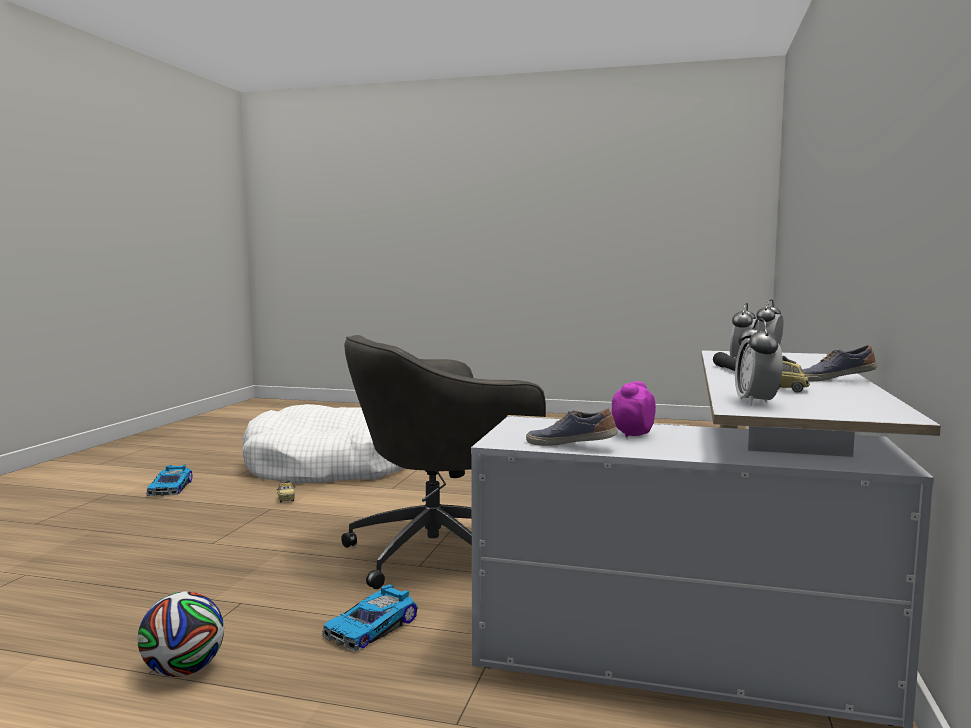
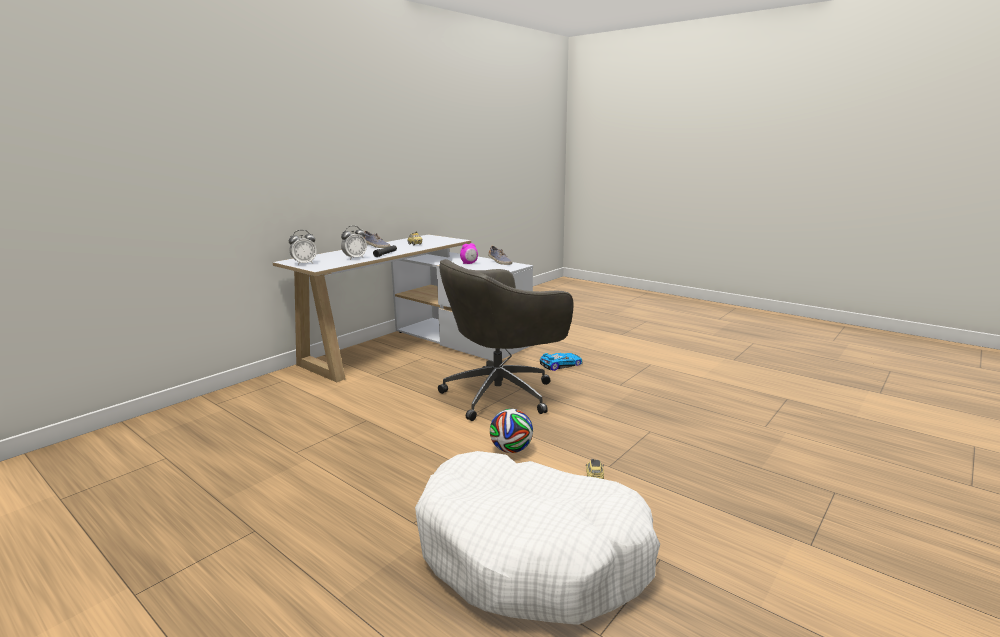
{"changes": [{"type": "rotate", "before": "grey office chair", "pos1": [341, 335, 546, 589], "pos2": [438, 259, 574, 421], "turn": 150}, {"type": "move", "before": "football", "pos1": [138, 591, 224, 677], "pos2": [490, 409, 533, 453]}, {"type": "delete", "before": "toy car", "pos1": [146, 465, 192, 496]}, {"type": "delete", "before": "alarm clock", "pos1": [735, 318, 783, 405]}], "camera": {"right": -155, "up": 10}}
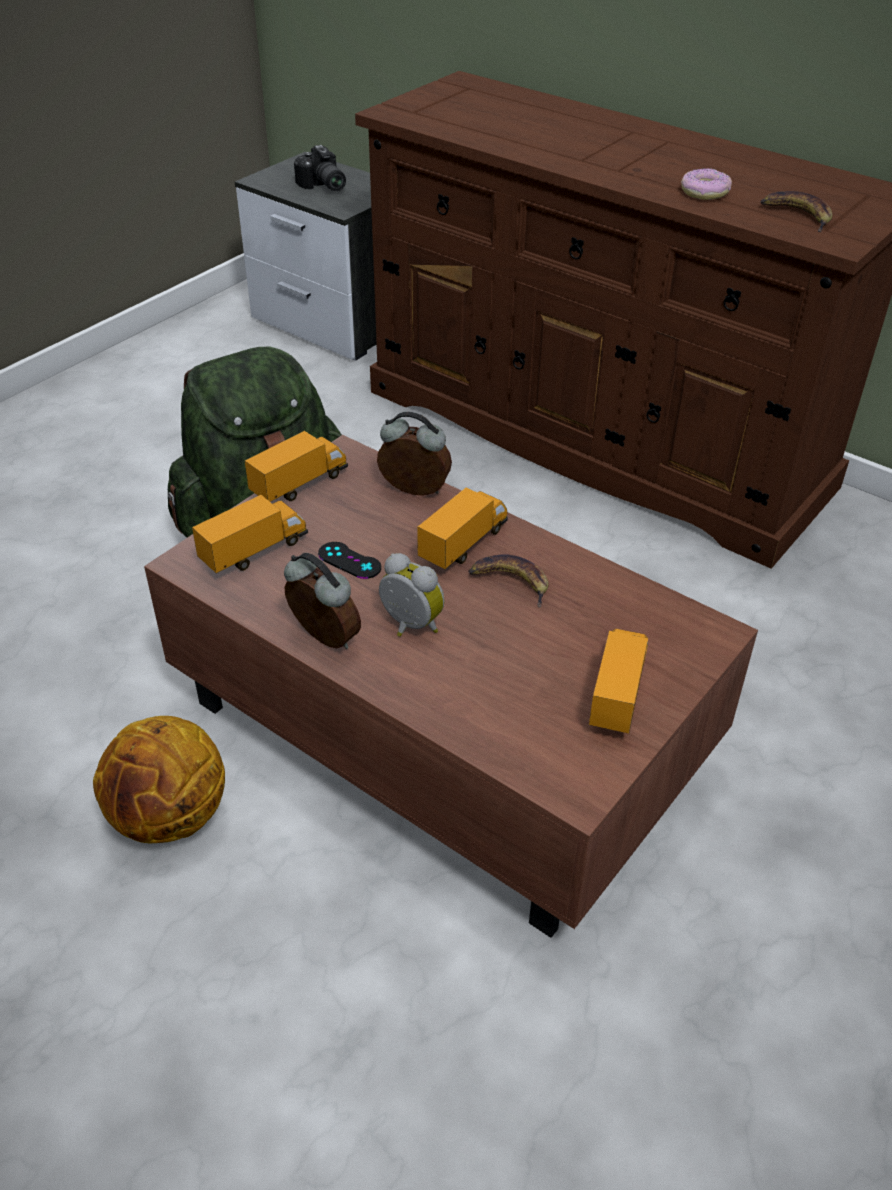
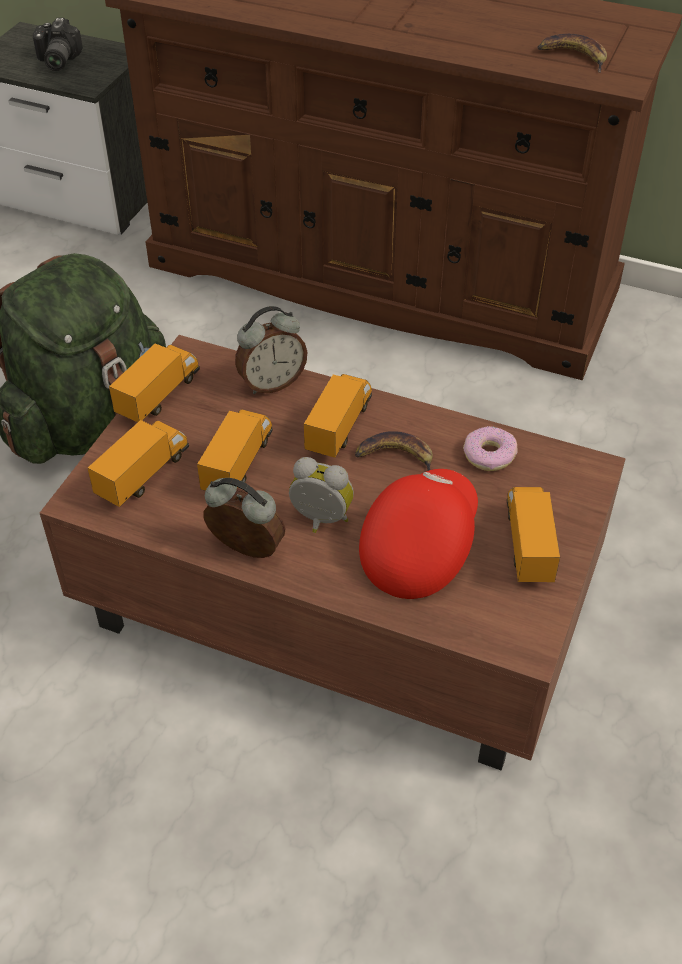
{"changes": [{"type": "rotate", "before": "photo camera", "pos1": [294, 145, 346, 191], "pos2": [33, 18, 83, 71], "turn": 45}, {"type": "replace", "before": "black game controller", "after": "toy truck", "pos1": [318, 542, 381, 579], "pos2": [197, 409, 272, 491]}, {"type": "rotate", "before": "alarm clock", "pos1": [377, 412, 452, 495], "pos2": [235, 306, 307, 394], "turn": 150}, {"type": "insert", "after": "red cap", "pos2": [359, 469, 478, 599]}, {"type": "move", "before": "donut", "pos1": [681, 168, 732, 200], "pos2": [463, 426, 517, 471]}, {"type": "delete", "before": "basketball", "pos1": [93, 716, 225, 843]}], "camera": {"right": -15, "up": 5}}
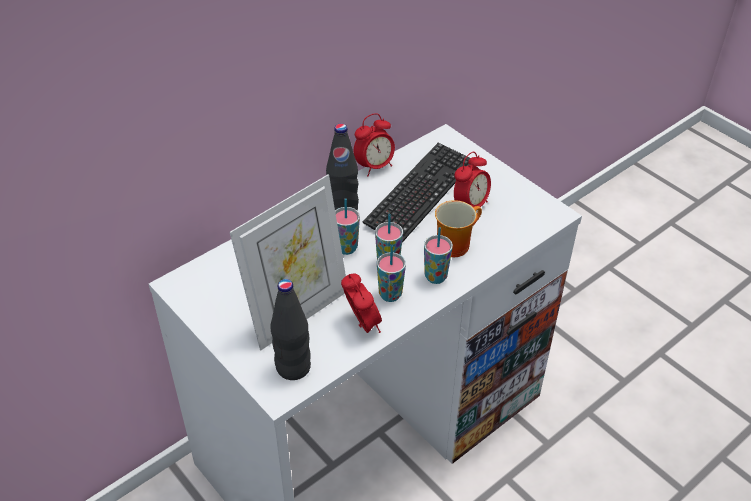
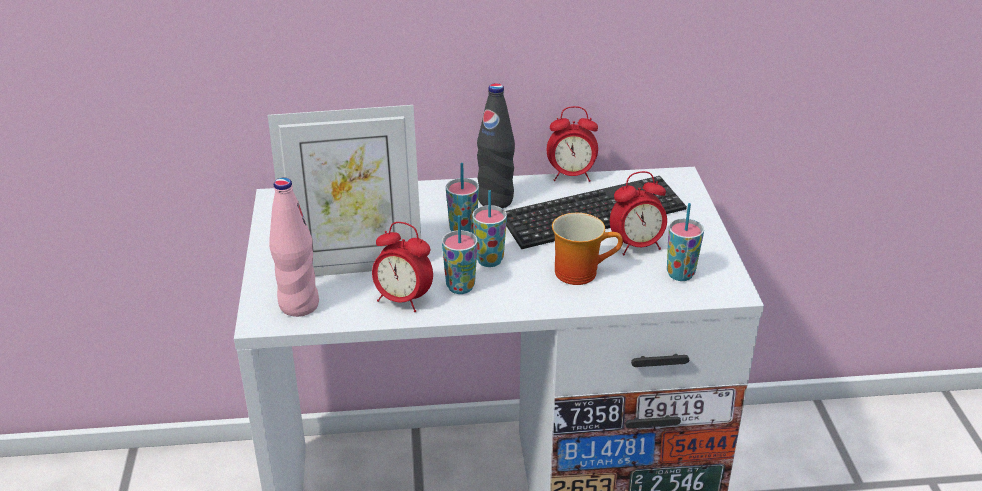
{"changes": [{"type": "recolor", "before": "black bottle", "after": "pink bottle", "pos1": [271, 279, 311, 380], "pos2": [269, 178, 319, 317]}, {"type": "rotate", "before": "alarm clock", "pos1": [341, 274, 382, 333], "pos2": [372, 222, 433, 312], "turn": 105}, {"type": "move", "before": "cup", "pos1": [424, 227, 453, 284], "pos2": [667, 203, 704, 281]}], "camera": {"right": 35, "up": -10}}
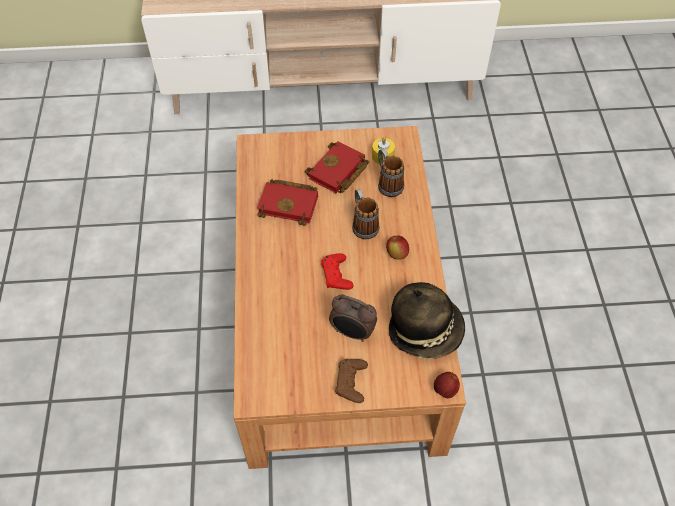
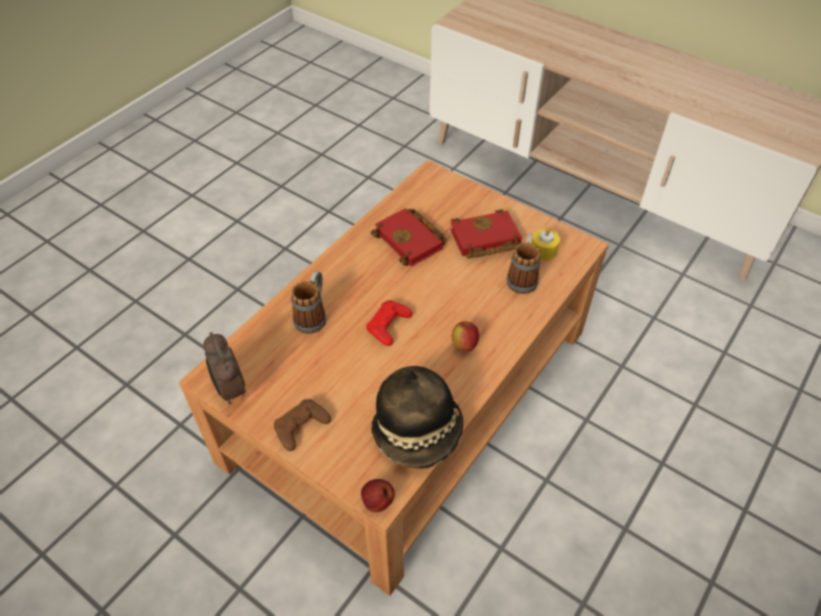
{"changes": [{"type": "move", "before": "alarm clock", "pos1": [329, 295, 377, 342], "pos2": [203, 332, 246, 404]}, {"type": "move", "before": "mug", "pos1": [352, 189, 379, 239], "pos2": [291, 271, 327, 334]}], "camera": {"right": 40, "up": -5}}
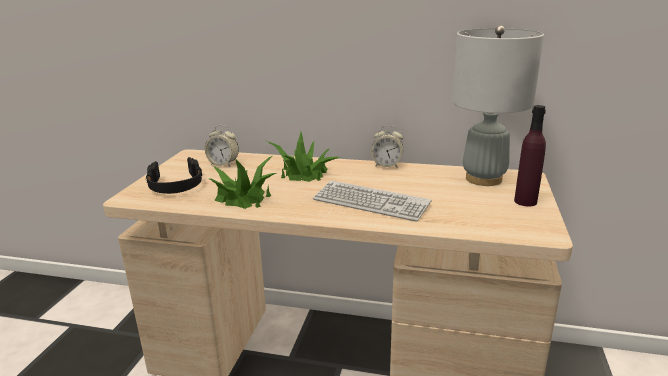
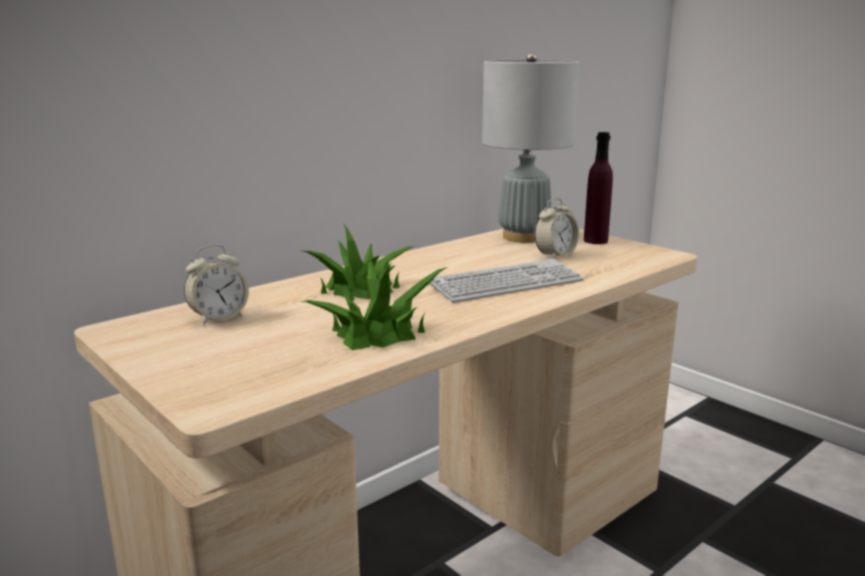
{"changes": [{"type": "move", "before": "alarm clock", "pos1": [371, 125, 403, 168], "pos2": [535, 198, 579, 259]}, {"type": "delete", "before": "black headphones", "pos1": [146, 157, 202, 194]}], "camera": {"right": -55, "up": -5}}
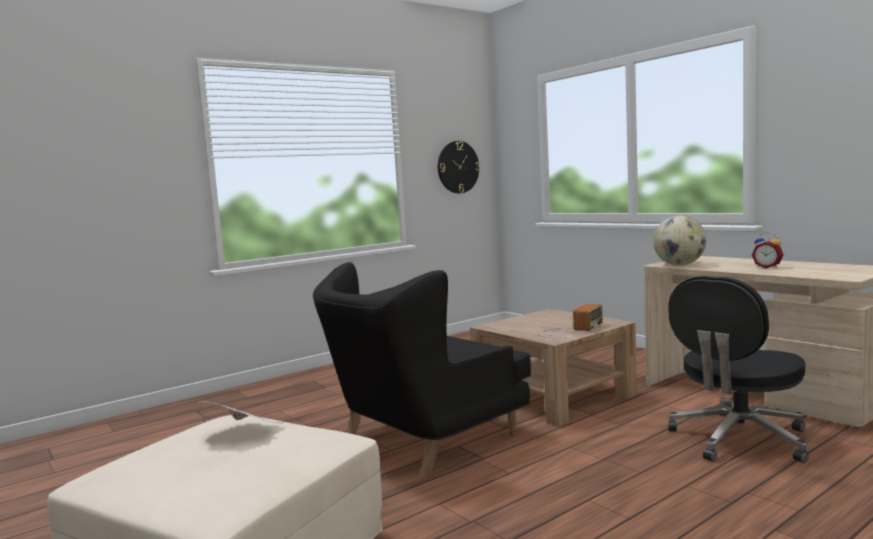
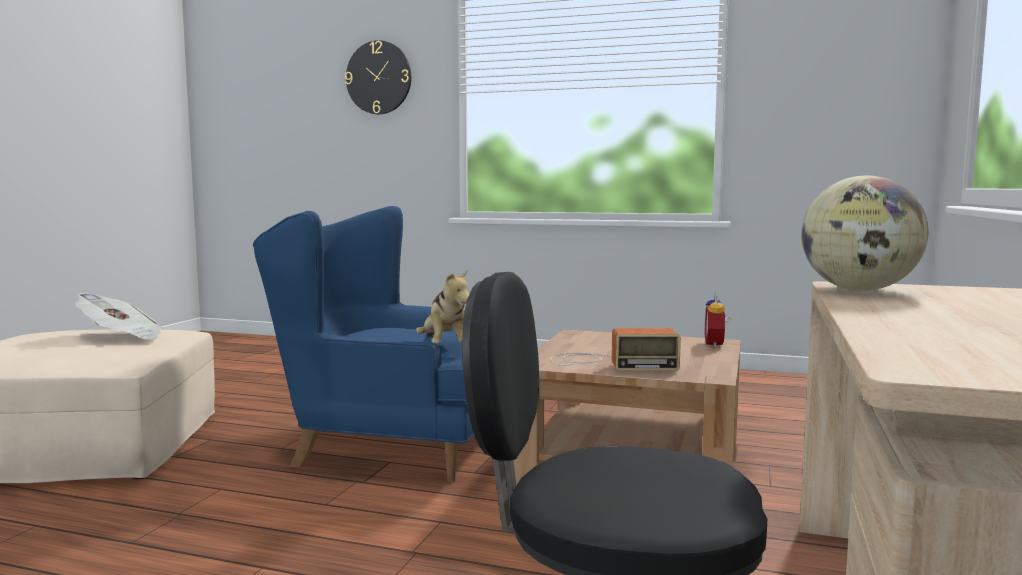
{"changes": [{"type": "recolor", "before": "black armchair", "after": "blue armchair", "pos1": [313, 262, 531, 477], "pos2": [253, 206, 474, 482]}, {"type": "move", "before": "wall clock", "pos1": [438, 141, 480, 193], "pos2": [345, 40, 411, 114]}, {"type": "insert", "after": "plush toy", "pos2": [416, 269, 469, 344]}, {"type": "move", "before": "alarm clock", "pos1": [752, 232, 784, 269], "pos2": [705, 292, 731, 348]}], "camera": {"right": 55, "up": 0}}
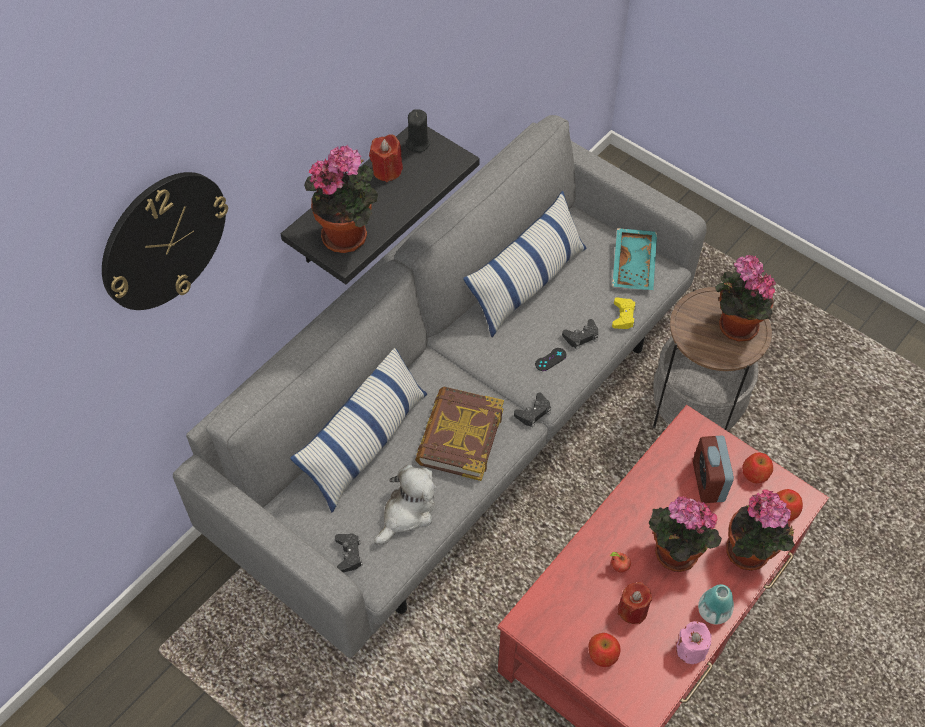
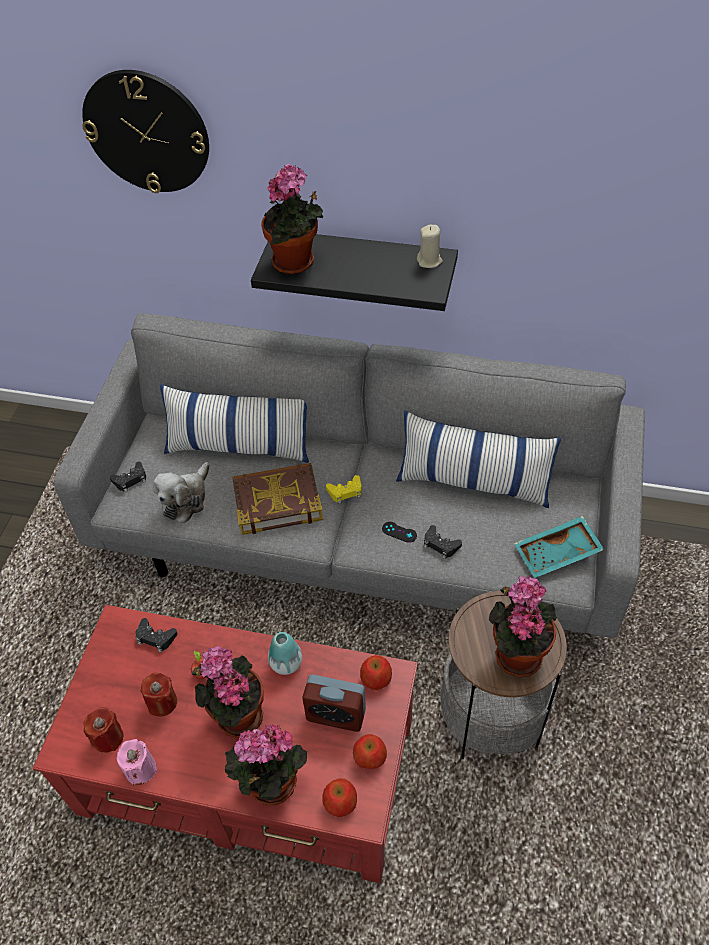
{"changes": [{"type": "move", "before": "red candle", "pos1": [369, 134, 403, 182], "pos2": [84, 707, 123, 753]}, {"type": "move", "before": "black game controller", "pos1": [514, 392, 551, 428], "pos2": [136, 618, 178, 653]}, {"type": "rotate", "before": "plush toy", "pos1": [374, 464, 437, 545], "pos2": [153, 462, 210, 523], "turn": 105}, {"type": "move", "before": "vase", "pos1": [698, 584, 734, 625], "pos2": [268, 632, 302, 675]}, {"type": "rotate", "before": "alarm clock", "pos1": [693, 435, 734, 503], "pos2": [302, 675, 366, 732], "turn": -135}, {"type": "move", "before": "yellow game controller", "pos1": [612, 297, 636, 329], "pos2": [326, 475, 362, 504]}, {"type": "move", "before": "apple", "pos1": [588, 633, 621, 667], "pos2": [360, 655, 392, 690]}, {"type": "recolor", "before": "black candle", "after": "beige candle", "pos1": [406, 109, 430, 153], "pos2": [417, 225, 443, 268]}], "camera": {"right": 65, "up": -5}}
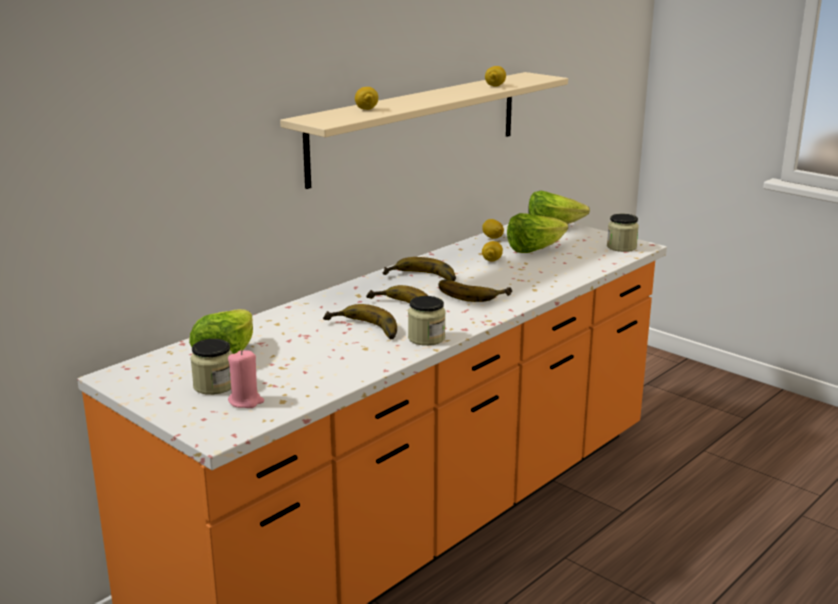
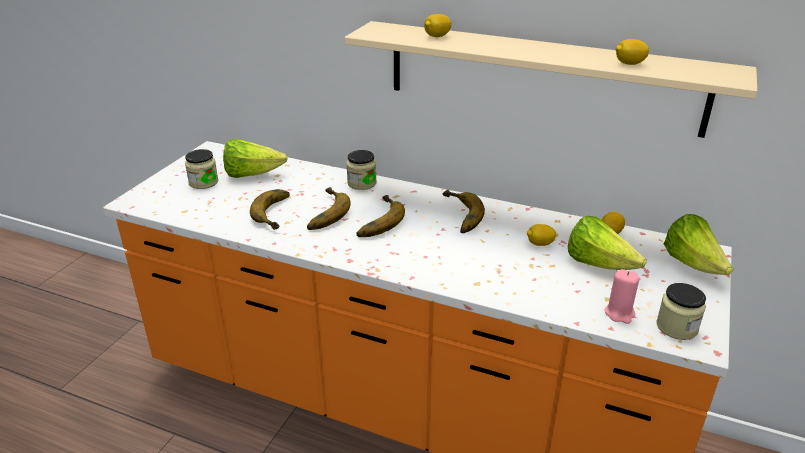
{"changes": [{"type": "move", "before": "banana", "pos1": [438, 280, 512, 302], "pos2": [250, 189, 290, 230]}, {"type": "move", "before": "jar", "pos1": [408, 296, 446, 346], "pos2": [346, 150, 377, 190]}, {"type": "move", "before": "pink candle", "pos1": [228, 350, 264, 408], "pos2": [604, 269, 640, 324]}], "camera": {"right": 70, "up": 10}}
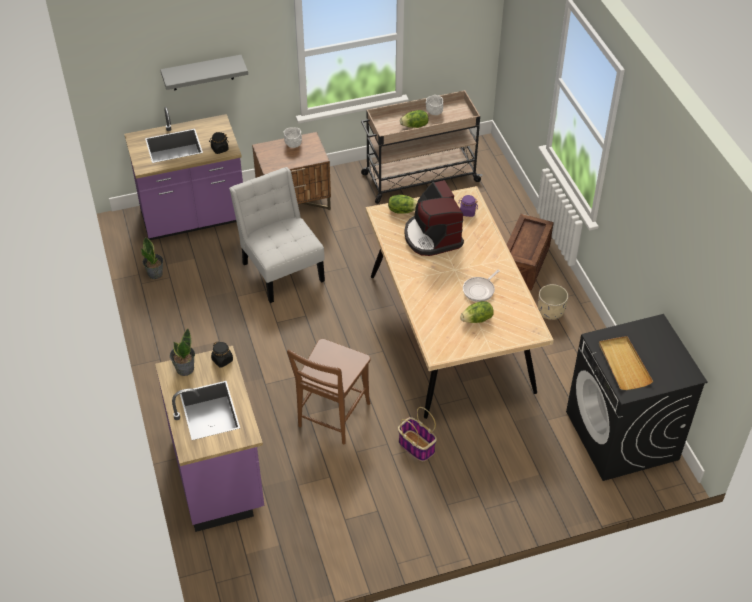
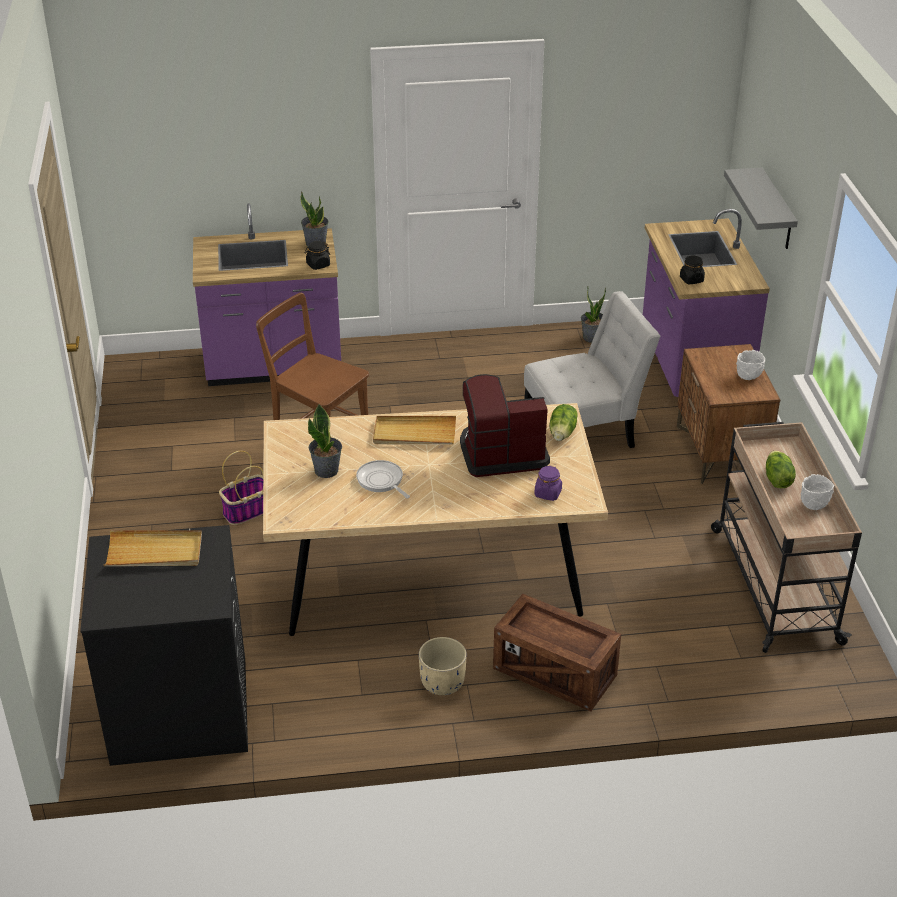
{"changes": [{"type": "replace", "before": "lettuce", "after": "potted plant", "pos1": [460, 301, 494, 323], "pos2": [308, 404, 342, 478]}, {"type": "insert", "after": "beige tray", "pos2": [373, 416, 456, 444]}], "camera": {"right": 100, "up": -10}}
